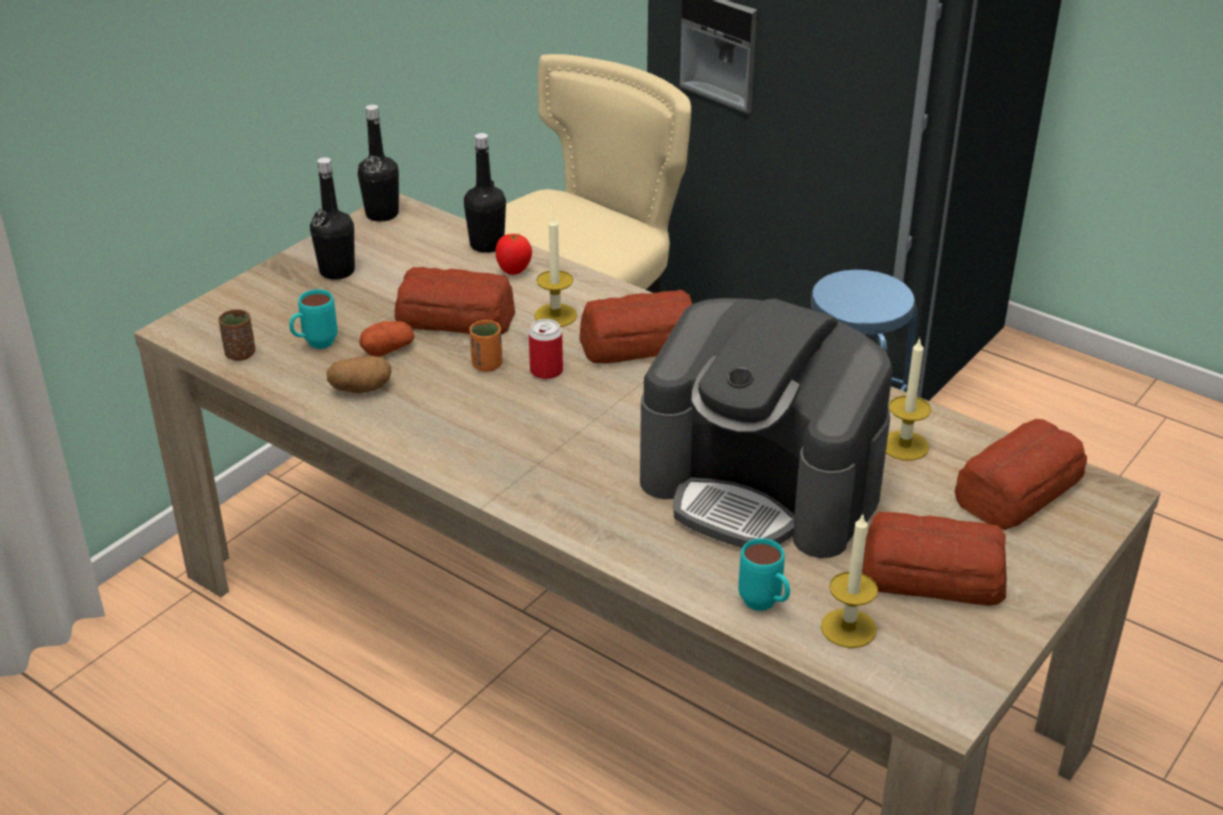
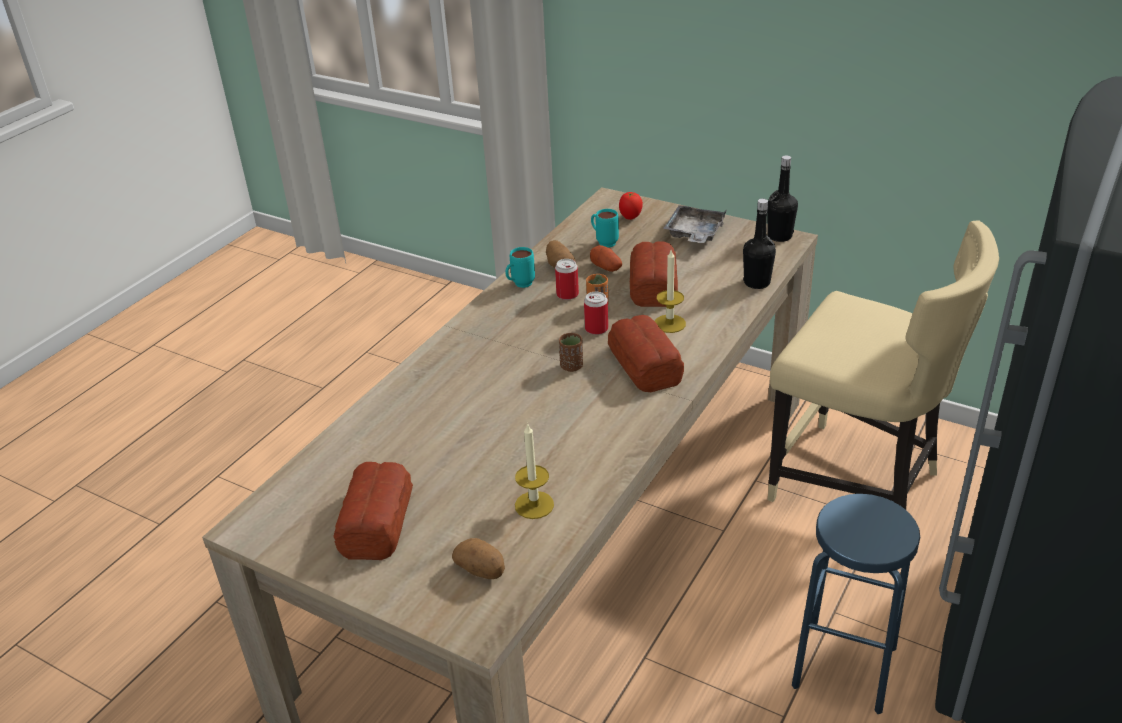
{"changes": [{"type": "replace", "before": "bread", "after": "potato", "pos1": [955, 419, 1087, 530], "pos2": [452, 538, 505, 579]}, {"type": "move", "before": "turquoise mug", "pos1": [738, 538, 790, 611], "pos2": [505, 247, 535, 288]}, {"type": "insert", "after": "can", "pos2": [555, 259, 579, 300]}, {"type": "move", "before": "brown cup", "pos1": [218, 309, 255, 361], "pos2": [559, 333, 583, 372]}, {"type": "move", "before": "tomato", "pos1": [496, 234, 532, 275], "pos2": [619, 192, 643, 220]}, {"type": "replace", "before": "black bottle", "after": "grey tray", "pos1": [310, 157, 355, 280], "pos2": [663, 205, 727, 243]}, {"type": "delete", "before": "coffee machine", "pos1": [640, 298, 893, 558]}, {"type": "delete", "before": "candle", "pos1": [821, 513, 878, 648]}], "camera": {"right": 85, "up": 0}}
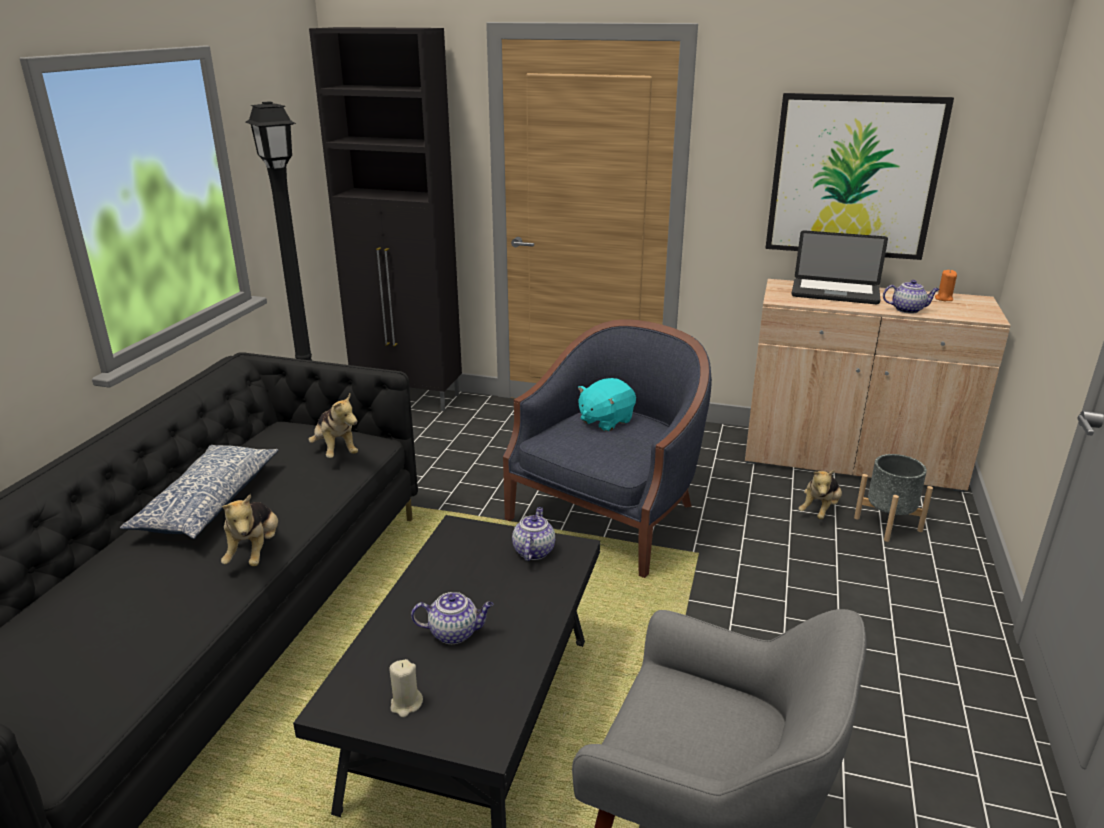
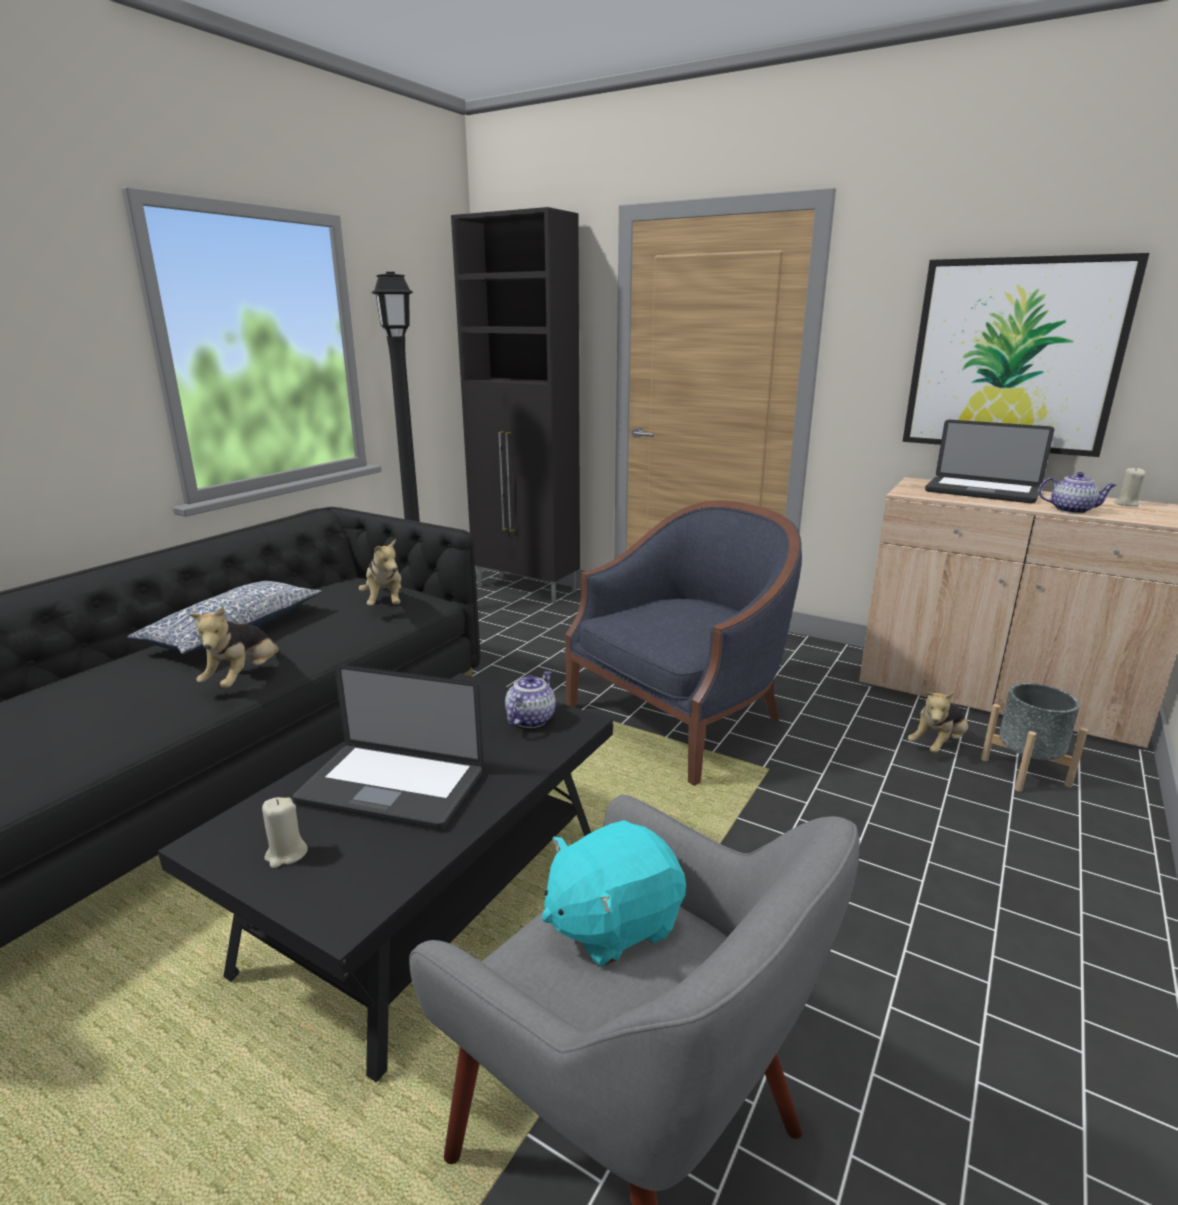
{"changes": [{"type": "replace", "before": "teapot", "after": "laptop", "pos1": [411, 592, 494, 644], "pos2": [293, 664, 484, 830]}, {"type": "move", "before": "turquoise plush toy", "pos1": [578, 378, 636, 431], "pos2": [542, 820, 686, 967]}, {"type": "recolor", "before": "orange candle", "after": "beige candle", "pos1": [935, 270, 957, 301], "pos2": [1114, 467, 1146, 507]}], "camera": {"right": 15, "up": -5}}
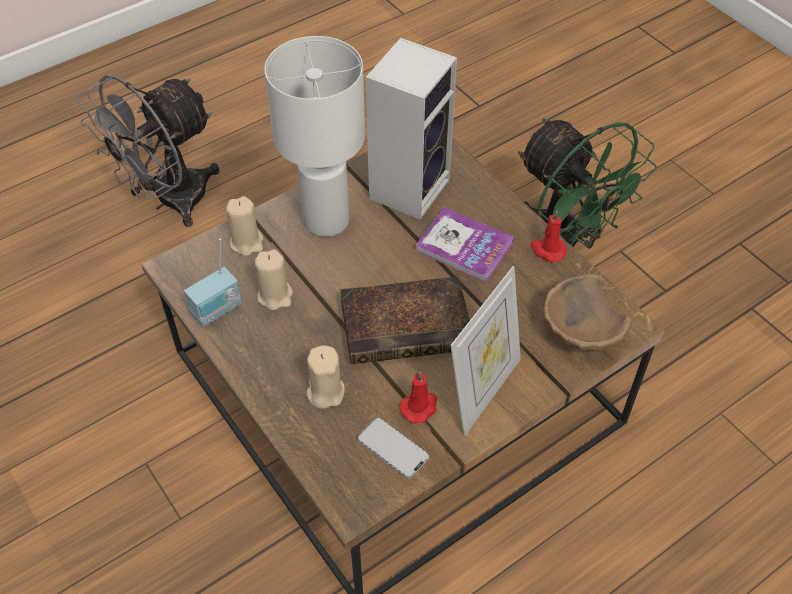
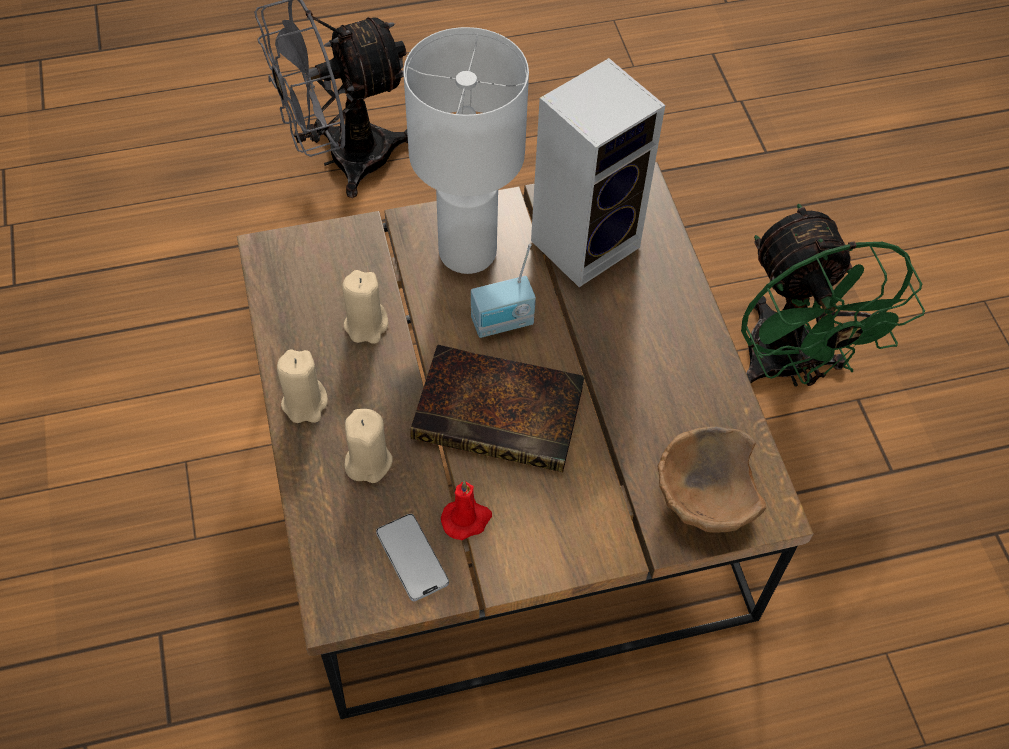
{"changes": [{"type": "move", "before": "beige candle", "pos1": [226, 196, 263, 256], "pos2": [277, 349, 328, 423]}, {"type": "move", "before": "radio", "pos1": [184, 239, 242, 327], "pos2": [471, 244, 536, 338]}, {"type": "delete", "before": "book", "pos1": [415, 208, 515, 283]}, {"type": "delete", "before": "picture frame", "pos1": [450, 266, 521, 436]}, {"type": "delete", "before": "red candle", "pos1": [531, 210, 567, 262]}], "camera": {"right": 20, "up": 5}}
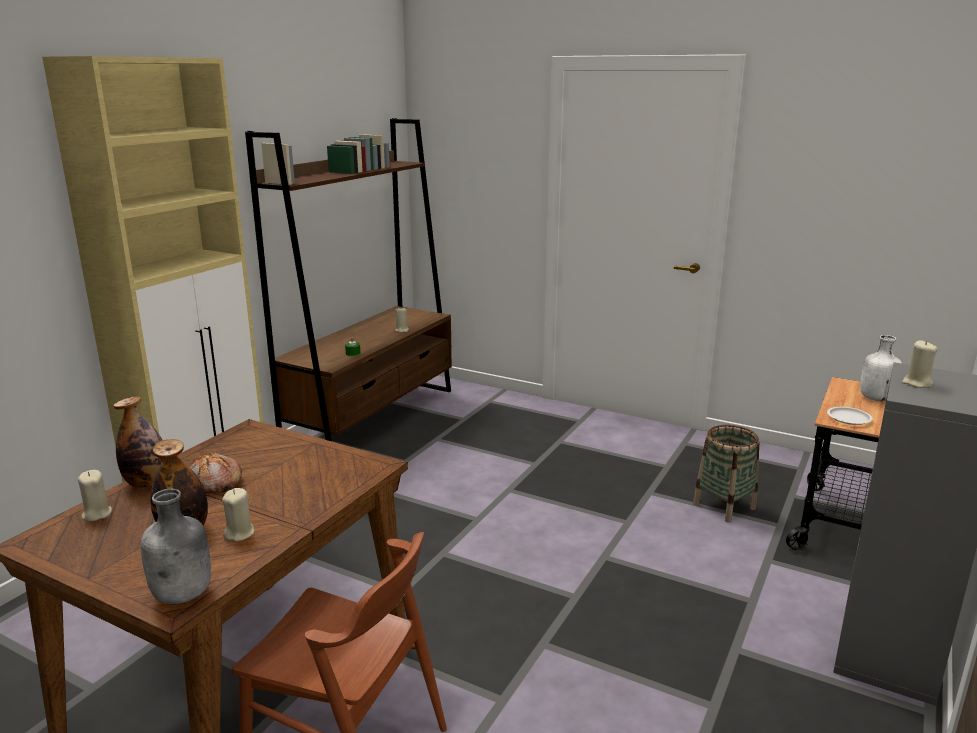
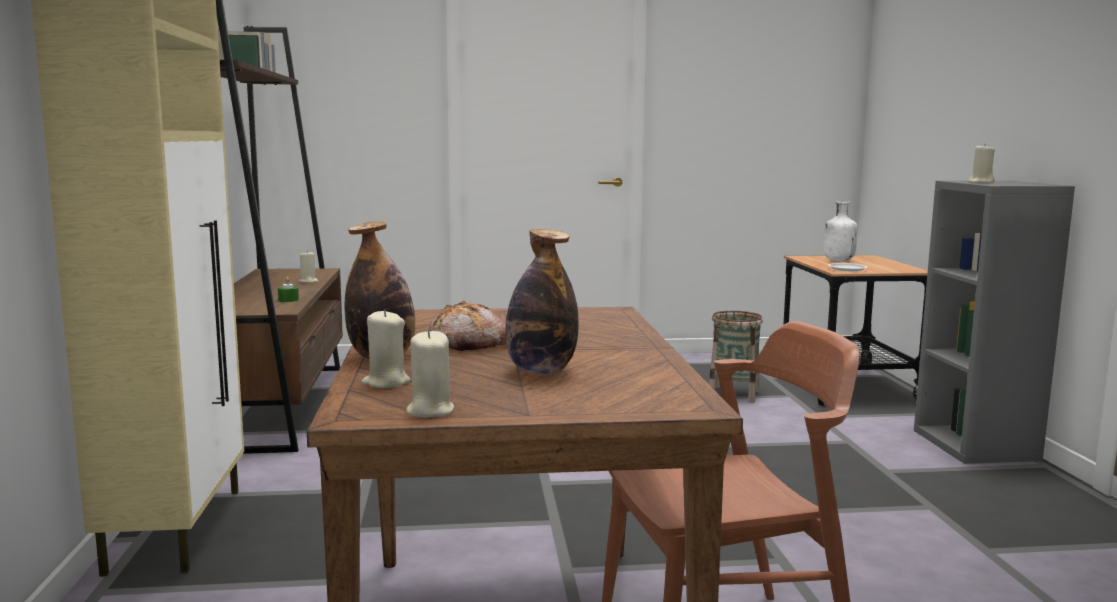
{"changes": [{"type": "move", "before": "beige candle", "pos1": [222, 488, 254, 542], "pos2": [406, 330, 454, 418]}, {"type": "delete", "before": "grey bottle", "pos1": [141, 489, 211, 604]}], "camera": {"right": -35, "up": -10}}
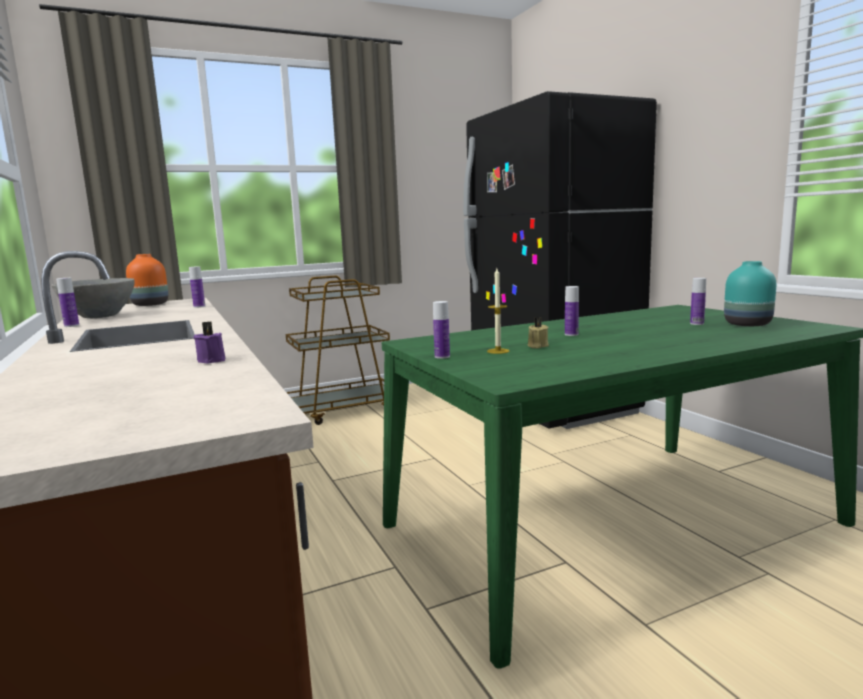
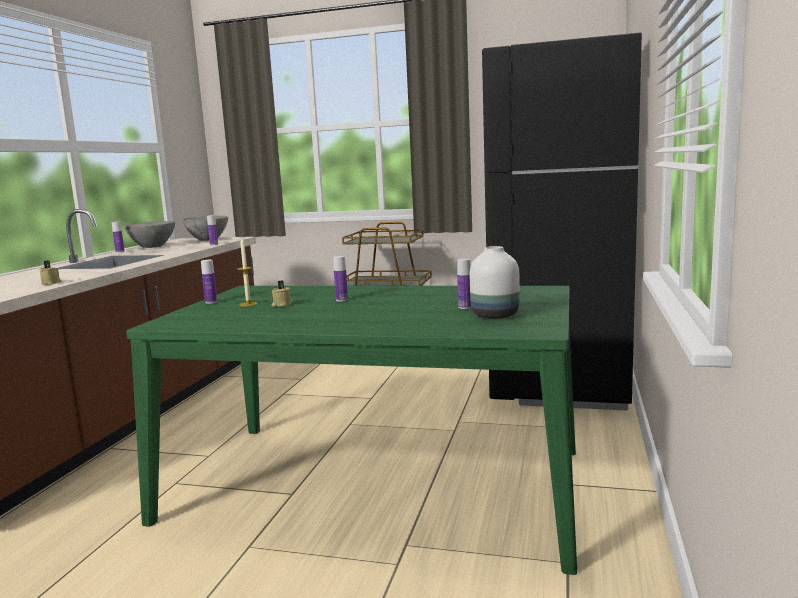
{"changes": [{"type": "recolor", "before": "purple candle", "after": "beige candle", "pos1": [193, 322, 225, 364], "pos2": [39, 260, 62, 285]}, {"type": "replace", "before": "orange vase", "after": "grey bowl", "pos1": [126, 254, 168, 306], "pos2": [182, 216, 228, 241]}, {"type": "recolor", "before": "turquoise vase", "after": "white vase", "pos1": [724, 261, 776, 326], "pos2": [470, 246, 520, 319]}], "camera": {"right": 40, "up": 0}}
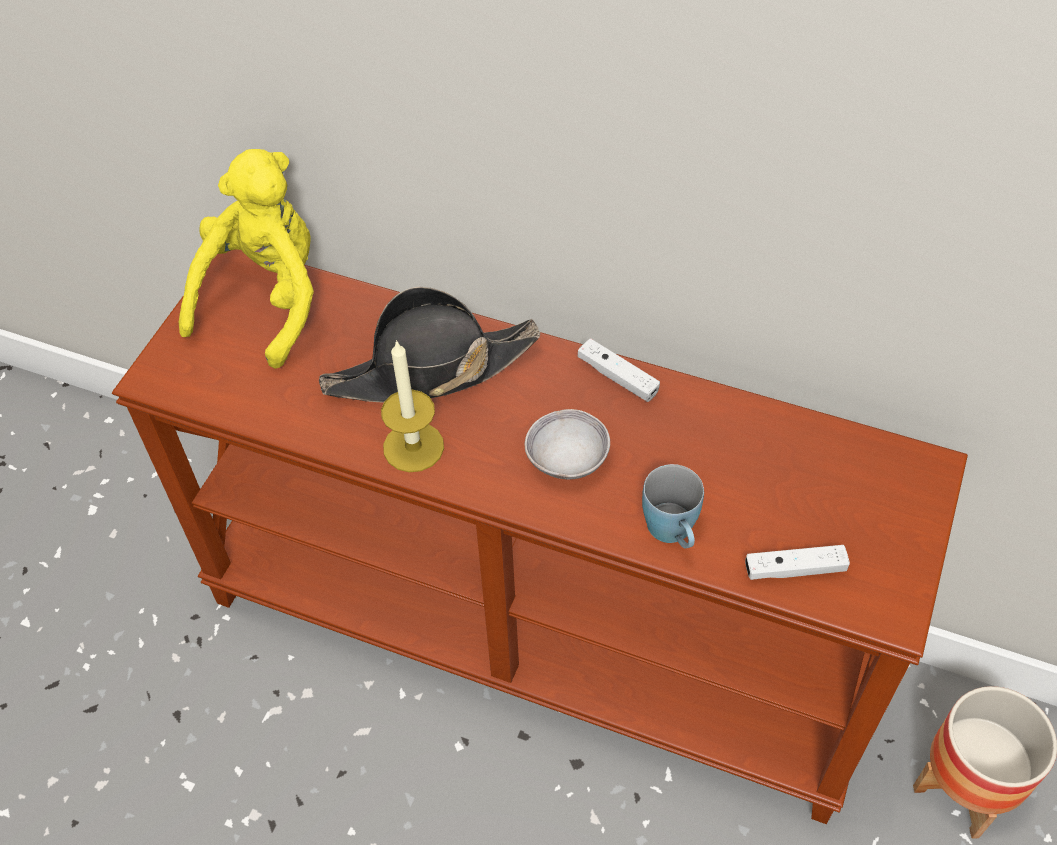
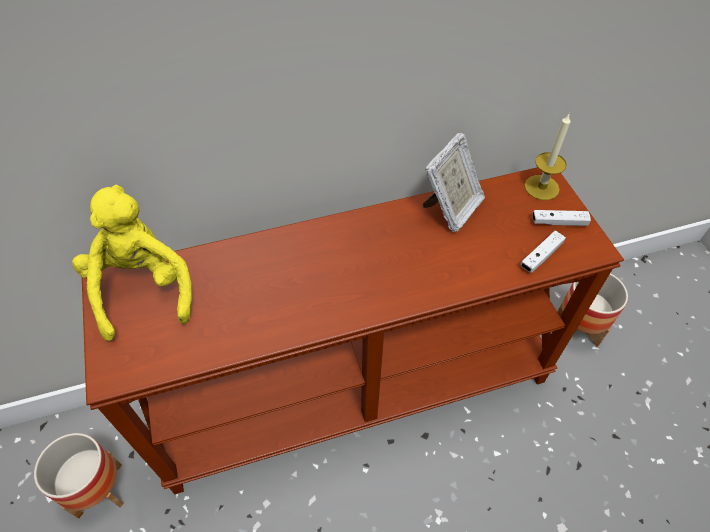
{"changes": [{"type": "insert", "after": "planter", "pos2": [34, 433, 123, 519]}, {"type": "insert", "after": "picture frame", "pos2": [423, 133, 485, 232]}, {"type": "move", "before": "candle", "pos1": [381, 340, 444, 472], "pos2": [524, 114, 571, 200]}, {"type": "move", "before": "white game controller", "pos1": [578, 338, 660, 402], "pos2": [532, 210, 591, 226]}, {"type": "delete", "before": "black hat", "pos1": [319, 286, 540, 403]}, {"type": "delete", "before": "grey bowl", "pos1": [525, 409, 610, 479]}, {"type": "delete", "before": "blue mug", "pos1": [642, 464, 704, 549]}], "camera": {"right": -40, "up": 0}}
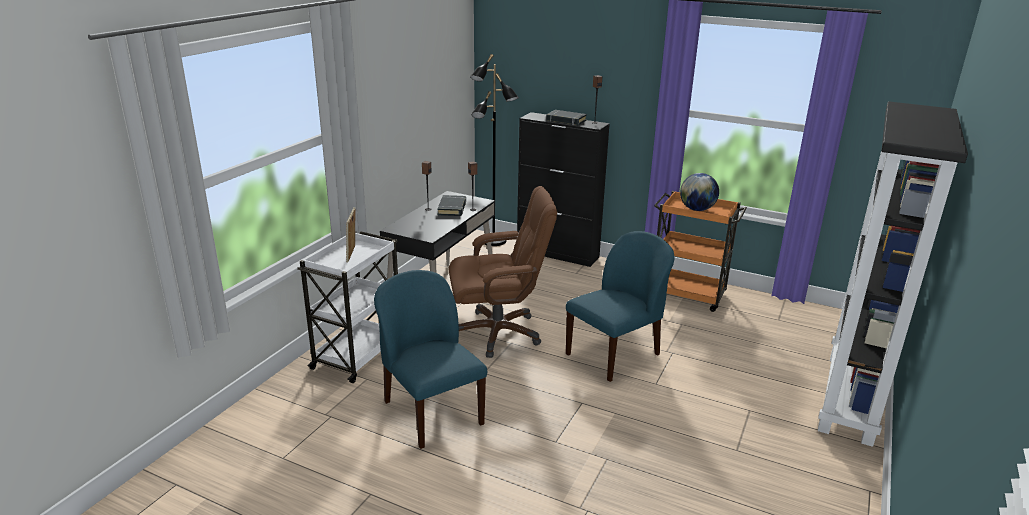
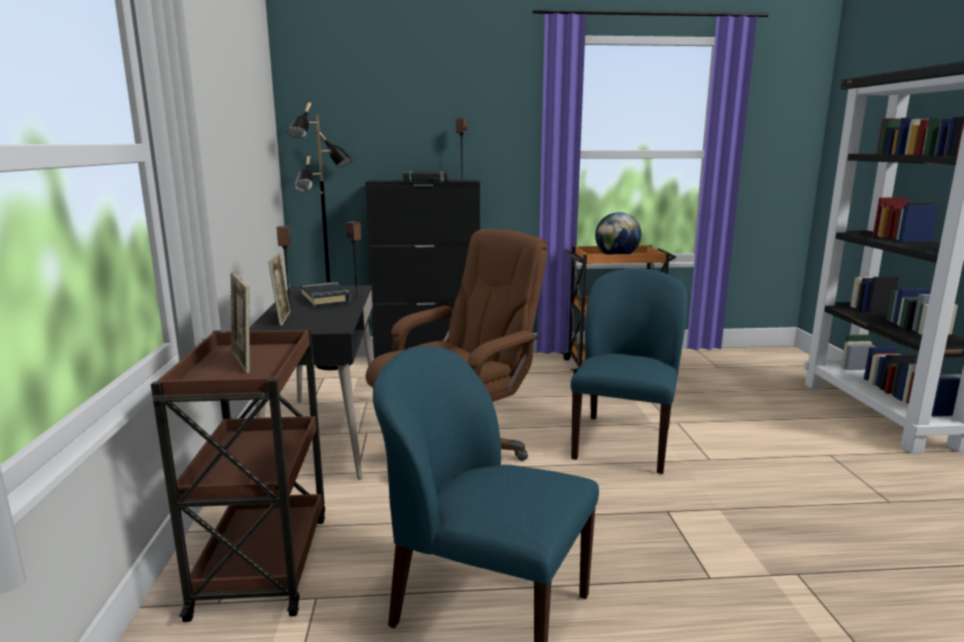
{"changes": [{"type": "recolor", "before": "white cart", "after": "brown cart", "pos1": [297, 231, 398, 383], "pos2": [151, 329, 325, 622]}, {"type": "insert", "after": "picture frame", "pos2": [268, 253, 290, 326]}], "camera": {"right": -30, "up": -10}}
